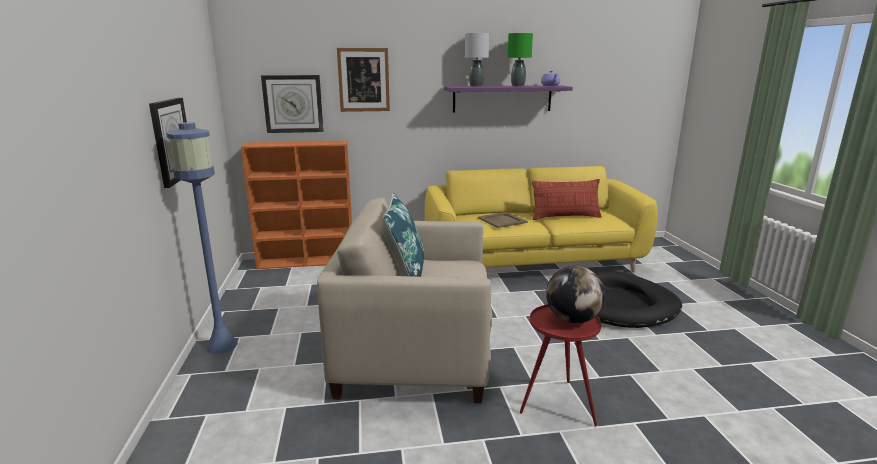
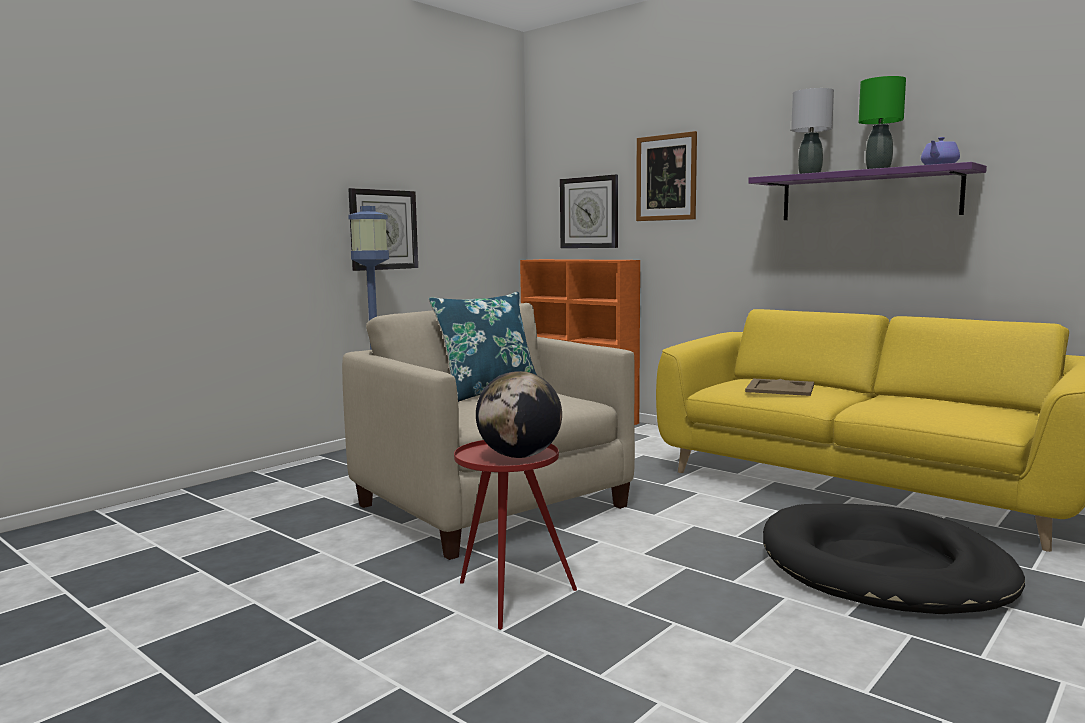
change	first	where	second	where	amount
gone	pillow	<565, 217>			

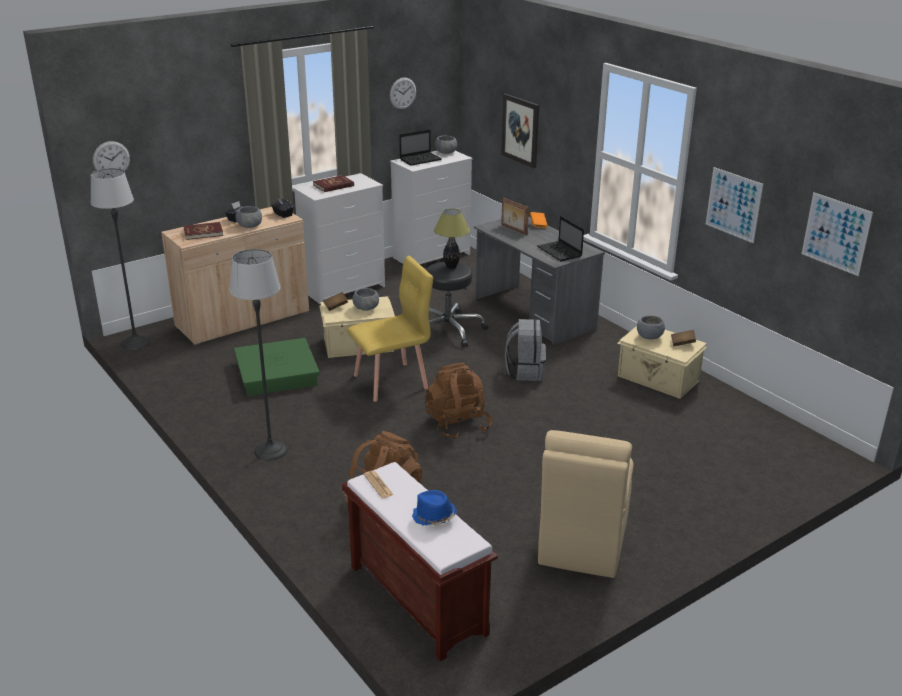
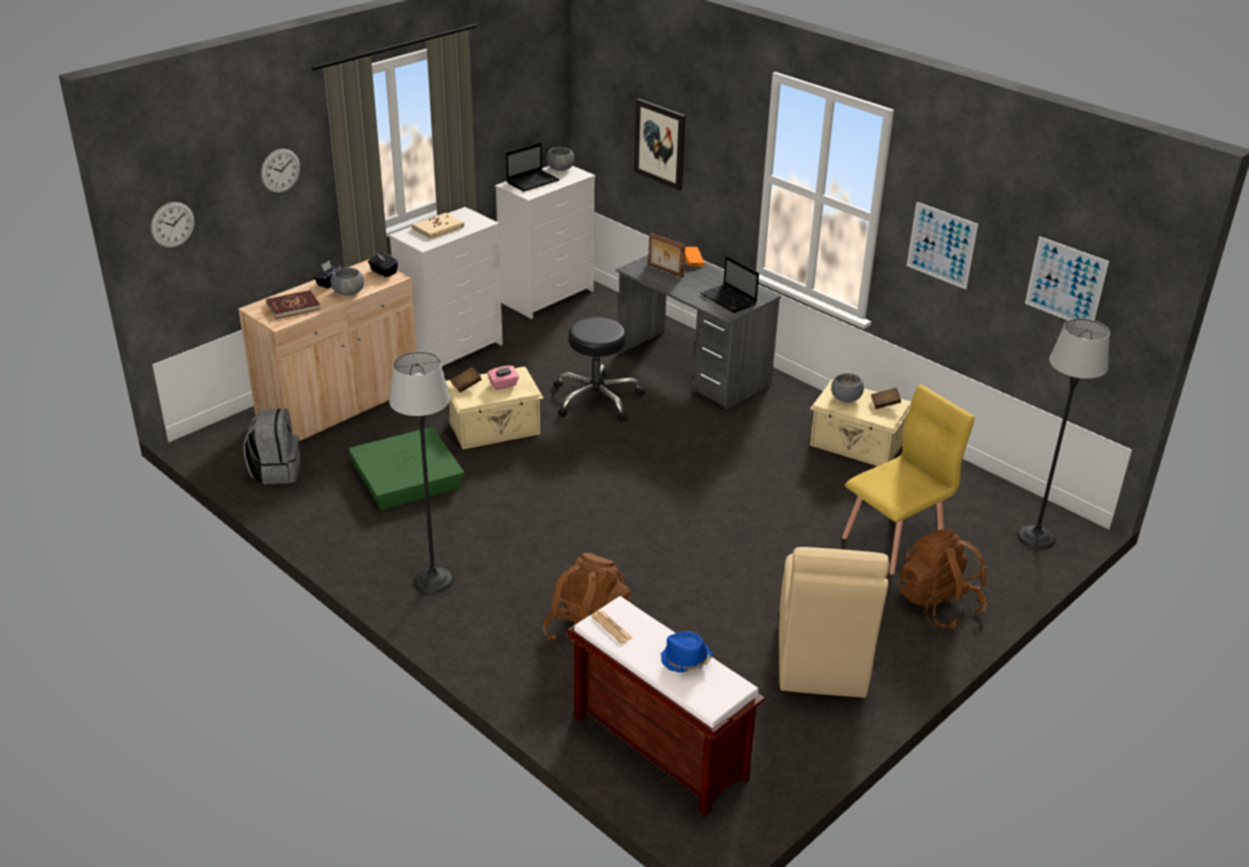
change	first	where	second	where	amount
shifted	grey backpack	<525, 371>		<276, 471>	
shifted	clock on the wall	<402, 93>		<280, 170>	
repainted	reddish book	<333, 185>	beige-coloured book	<438, 228>	
swapped	grey bowl	<366, 308>	pink tissue holder	<503, 385>	
shifted	yellow-coloured upright chair	<391, 382>		<894, 542>	
shifted	brown backpack	<457, 424>		<938, 605>	
shifted	standing lamp	<136, 343>		<1036, 537>	
gone	table lamp	<451, 266>			

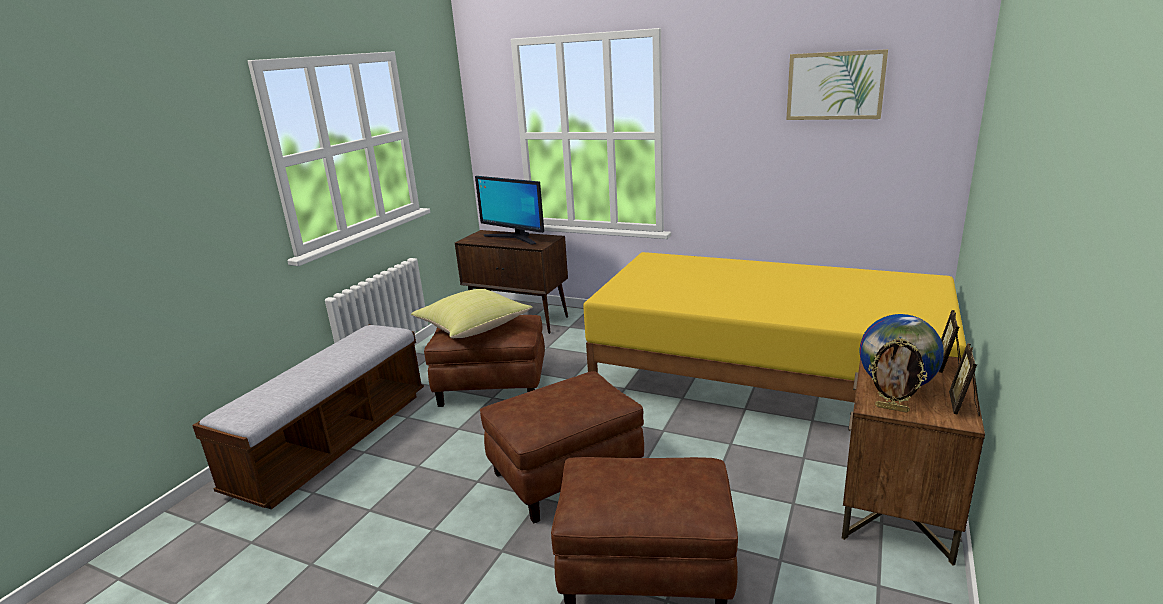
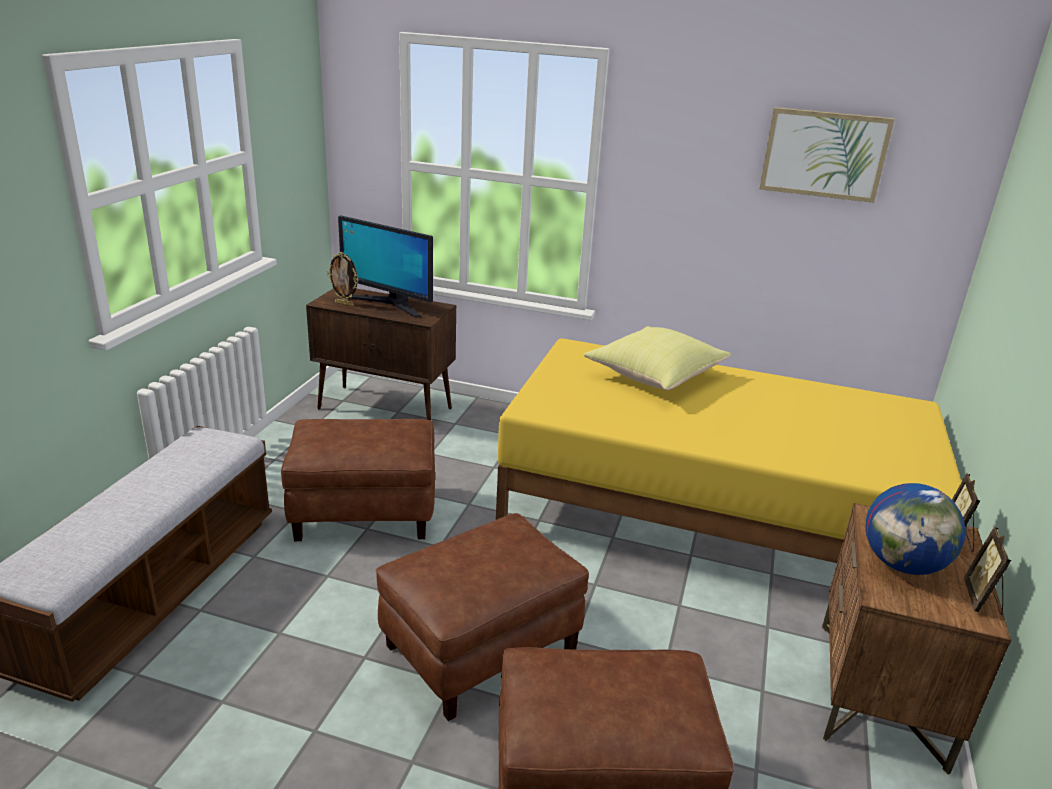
change	first	where	second	where	amount
shifted	standing frame	<892, 408>		<344, 304>	
shifted	yellow-coloured pillow	<473, 328>		<655, 376>	

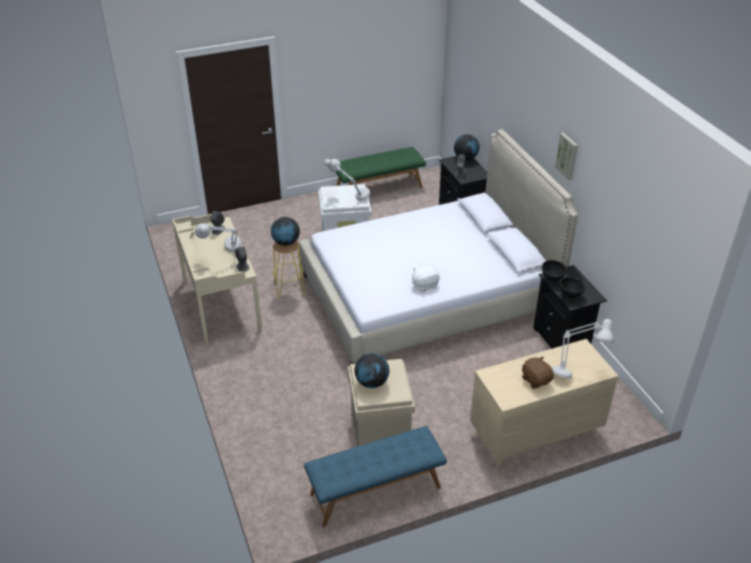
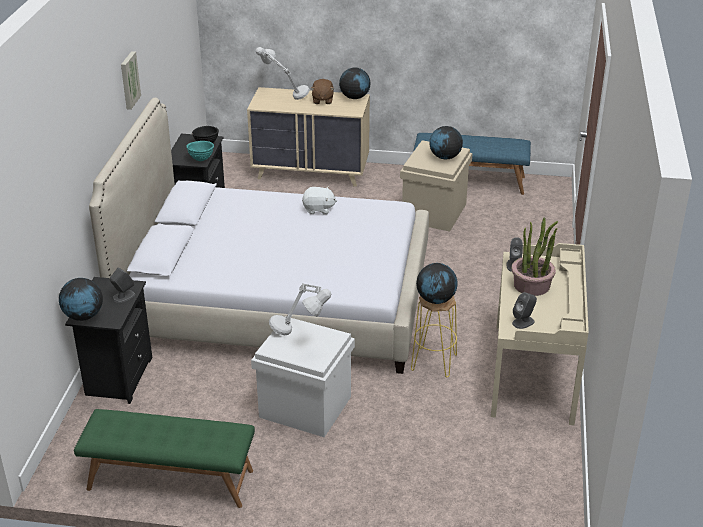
change	first	where	second	where	amount
repainted	blackish bowl	<552, 279>	turquoise bowl	<201, 159>	
new			globe	<354, 97>	
swapped	grey table lamp	<223, 256>	plant in a pot	<532, 285>	

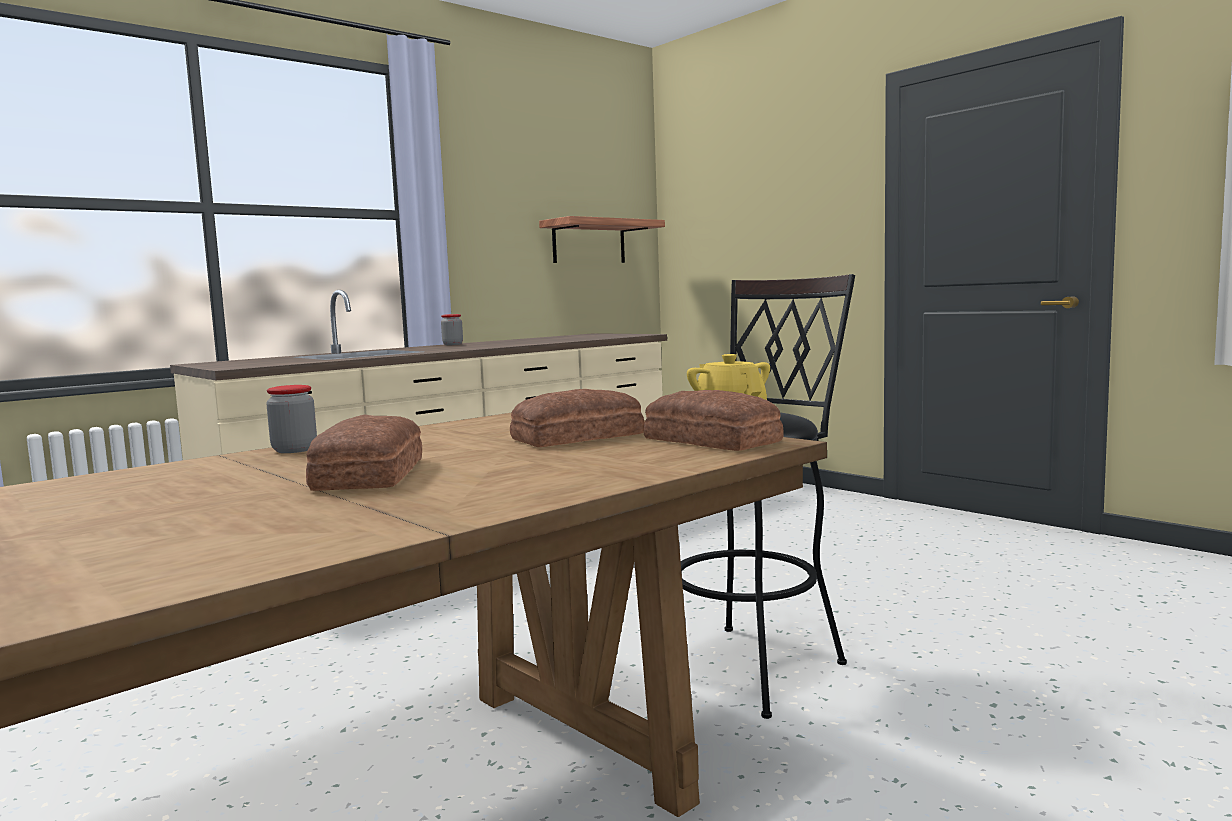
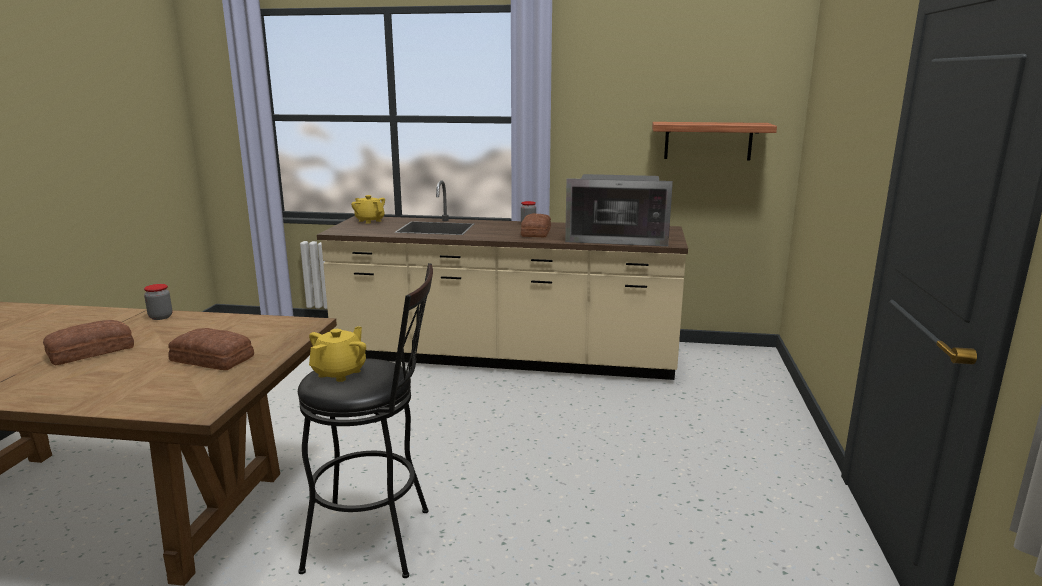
change	first	where	second	where	amount
new			yellow-coloured tea pot	<369, 221>	
shifted	bakery bread	<711, 441>		<535, 232>	
new			microwave oven	<617, 238>	

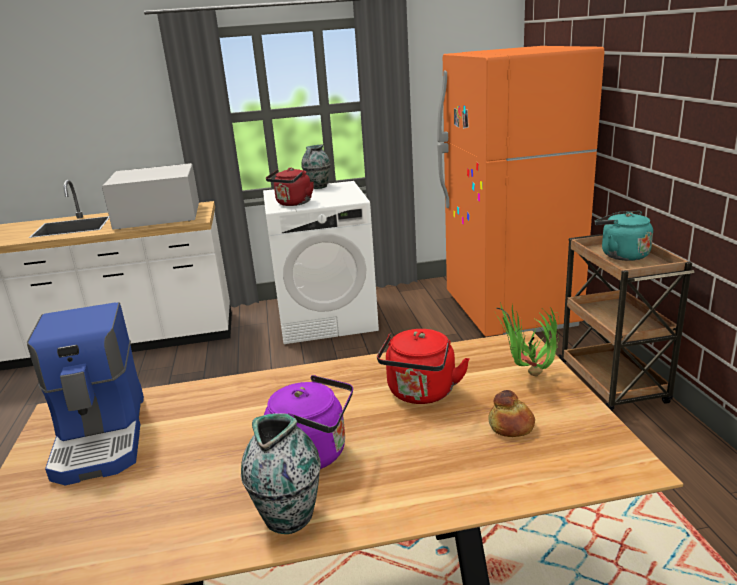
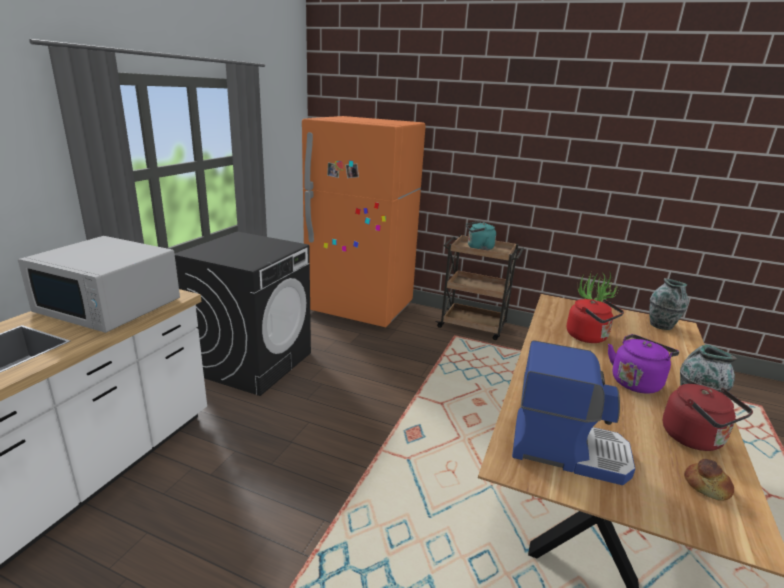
change	first	where	second	where	amount
rotated	white microwave oven	<157, 217>		<110, 306>	90 degrees counterclockwise
repainted	white washing machine	<327, 318>	blackish washing machine	<253, 362>	
shifted	flower vase	<317, 187>		<661, 326>	
shifted	reddish water kettle	<293, 203>		<695, 439>	
shifted	bakery bread	<511, 425>		<707, 486>	

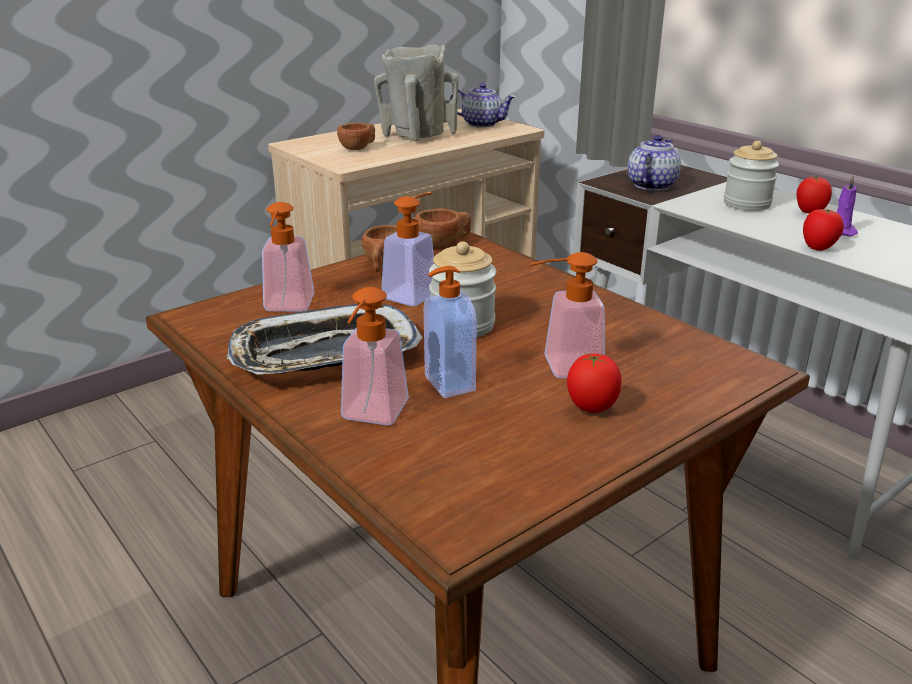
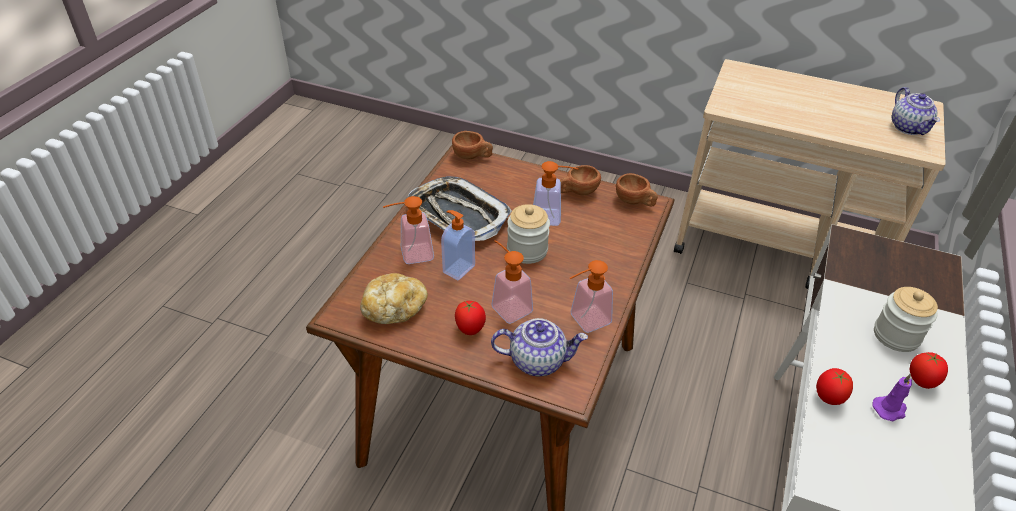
change	first	where	second	where	amount
new			bakery bread	<394, 309>	
shifted	brown cup	<359, 148>		<472, 156>	
shifted	tea pot	<651, 185>		<538, 360>	
shifted	liquid soap bottle	<287, 308>		<584, 321>	
gone	beige-coloured flower vase	<416, 136>			

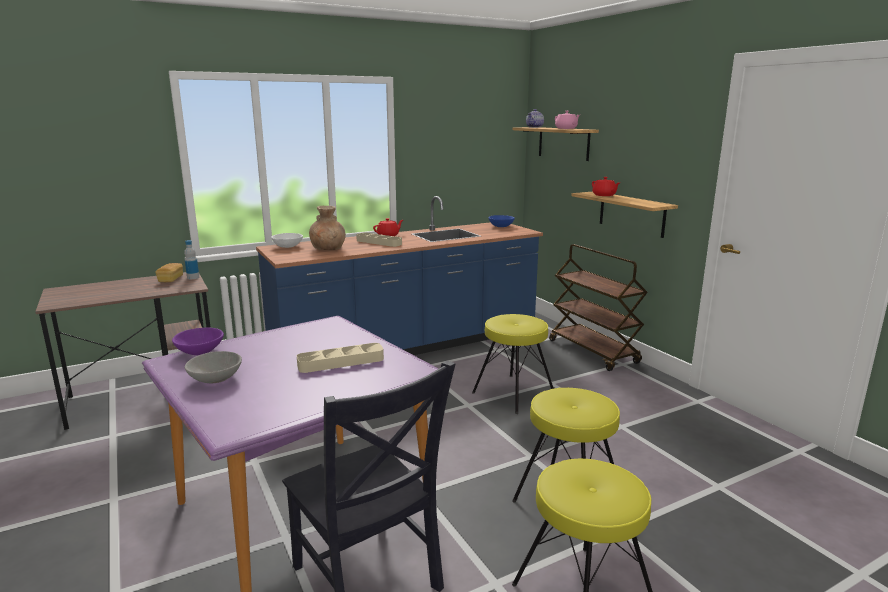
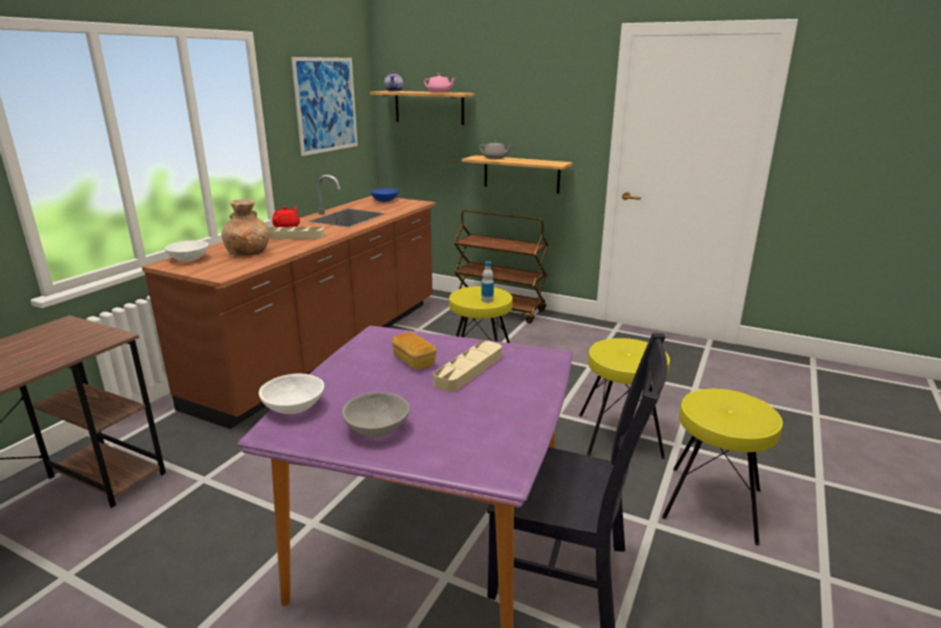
change	first	where	second	where	amount
repainted	bluish kitchen base unit	<409, 347>	brown kitchen base unit	<328, 349>	
repainted	purplish bowl	<200, 351>	white bowl	<294, 407>	
new			wall picture	<326, 105>	
shifted	bakery bread	<171, 279>		<414, 361>	
repainted	reddish tea pot	<604, 195>	grey tea pot	<495, 158>	
shifted	beverage bottle	<193, 277>		<487, 300>	

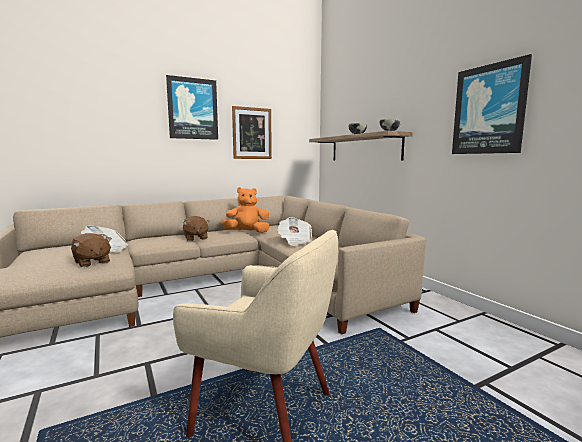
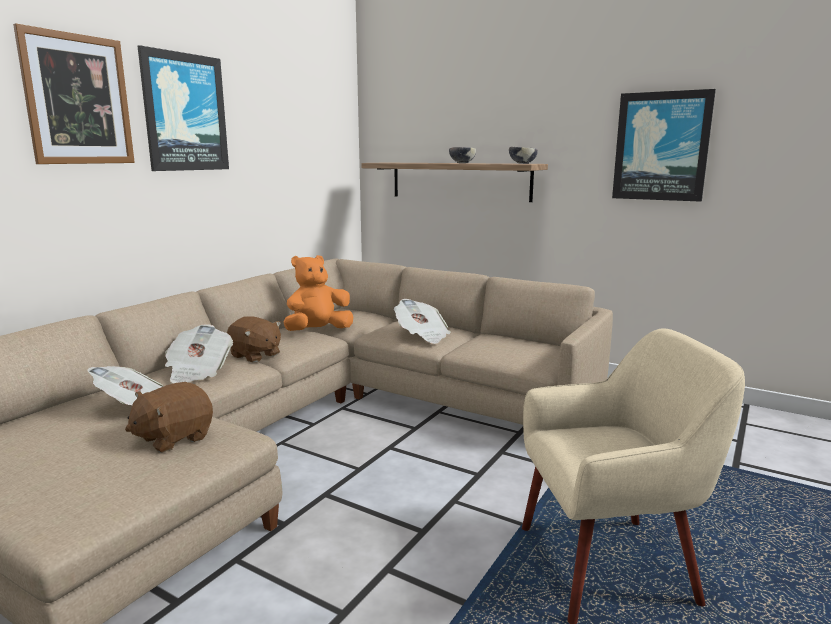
change	first	where	second	where	amount
shifted	wall picture	<252, 133>		<78, 100>	
rotated	brown soft toy	<92, 262>		<173, 438>	120 degrees clockwise
new			printed paper	<198, 371>	

